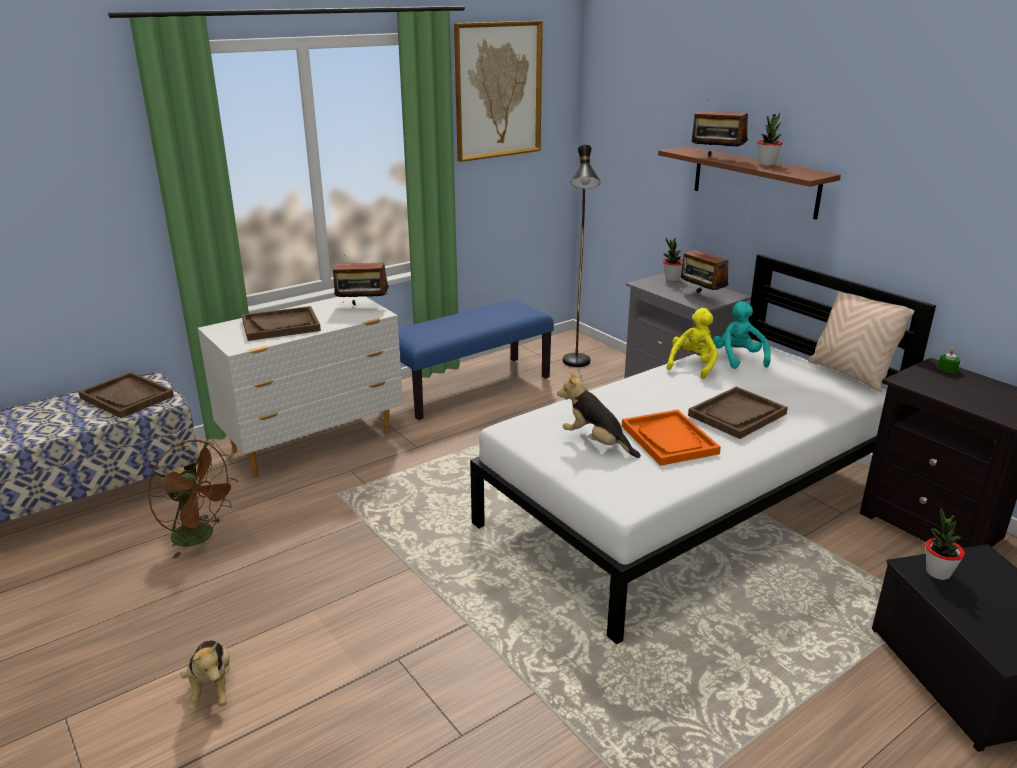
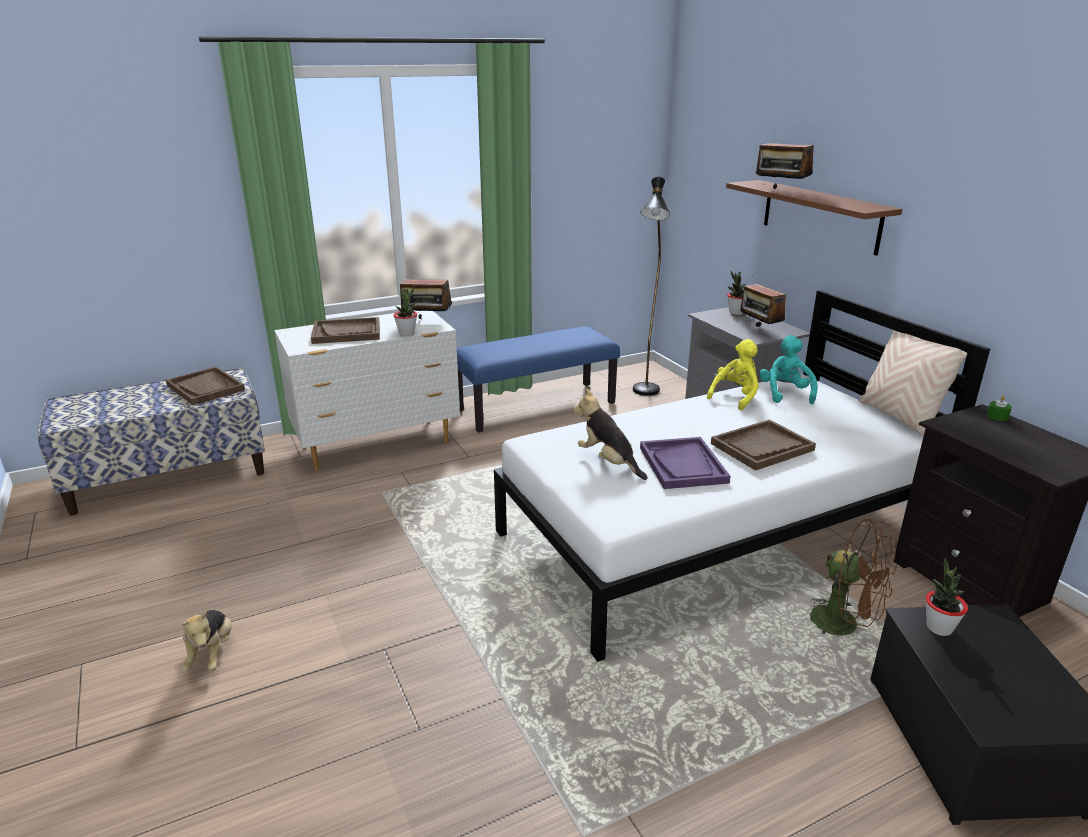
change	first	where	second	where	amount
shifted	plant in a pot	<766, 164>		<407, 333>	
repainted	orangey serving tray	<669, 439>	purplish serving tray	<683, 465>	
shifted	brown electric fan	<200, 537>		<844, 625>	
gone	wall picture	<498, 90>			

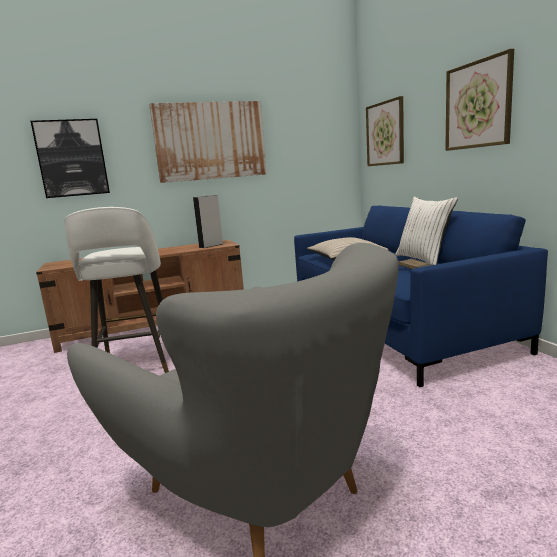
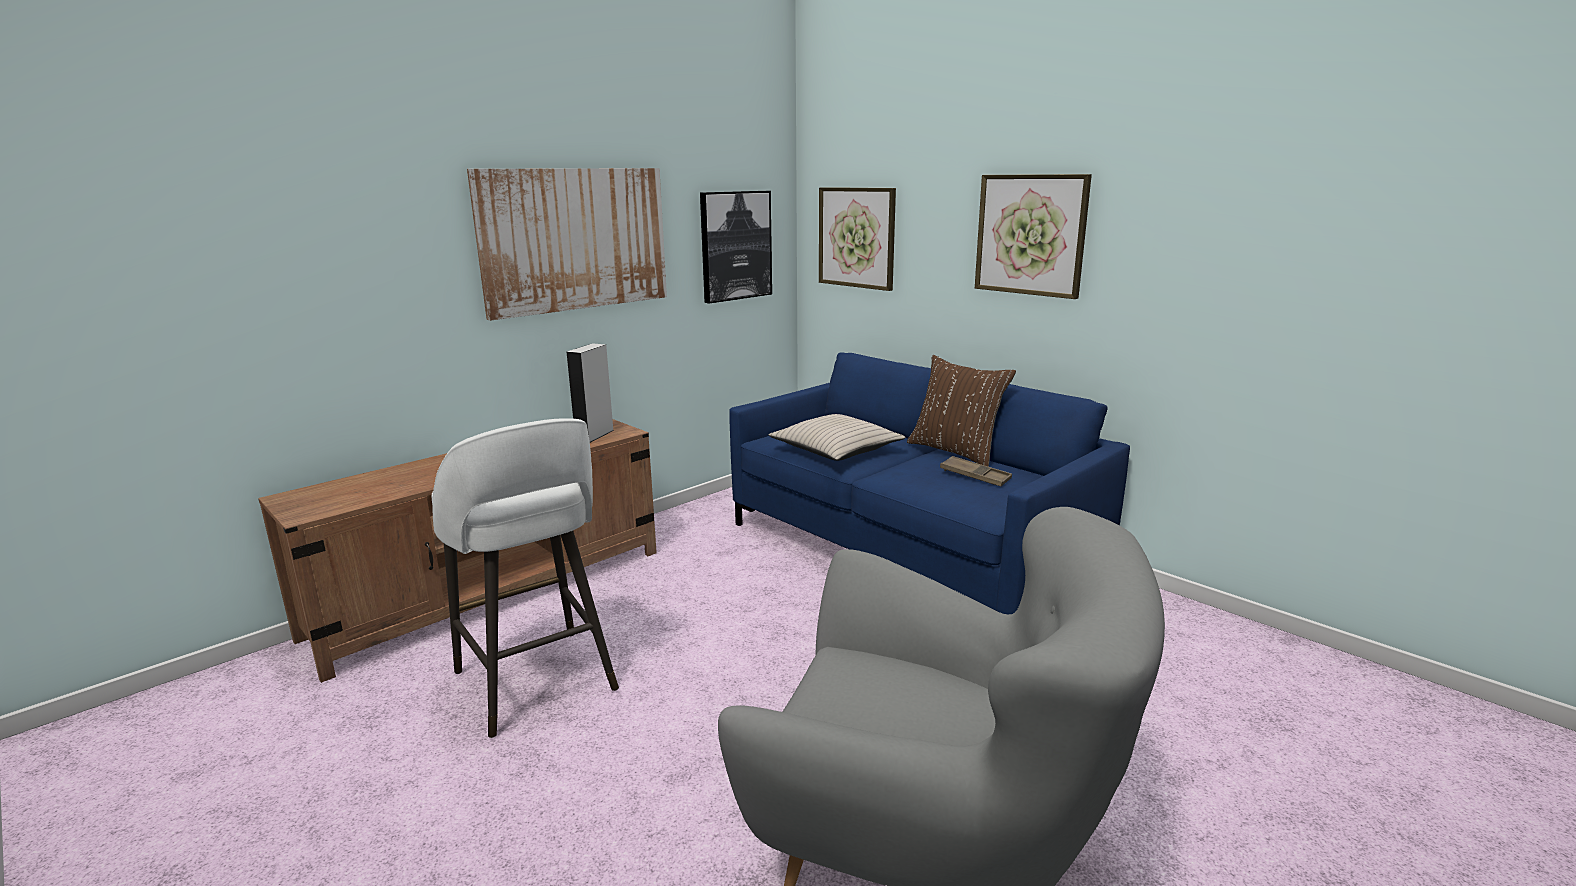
change	first	where	second	where	amount
shifted	wall picture	<72, 158>		<735, 245>	
repainted	white pillow	<423, 260>	brown pillow	<956, 452>	

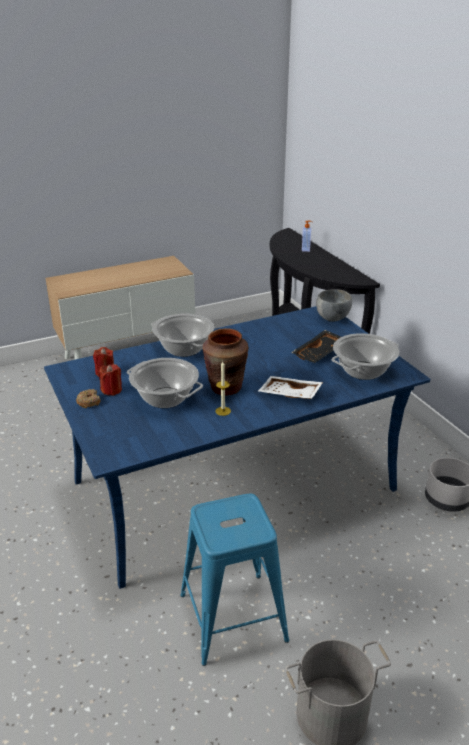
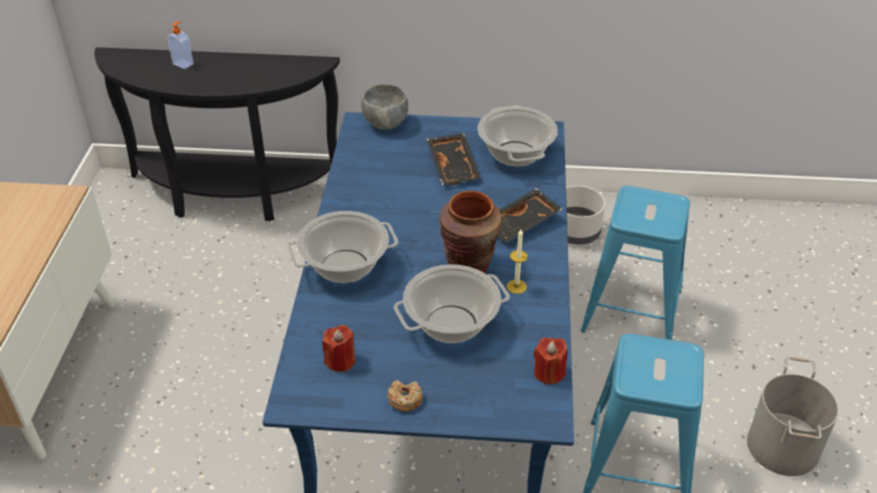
change	first	where	second	where	amount
repainted	white serving tray	<289, 395>	blackish serving tray	<521, 224>	
shifted	reddish candle	<111, 390>		<549, 373>	
new			bluish sitting stool	<631, 310>	

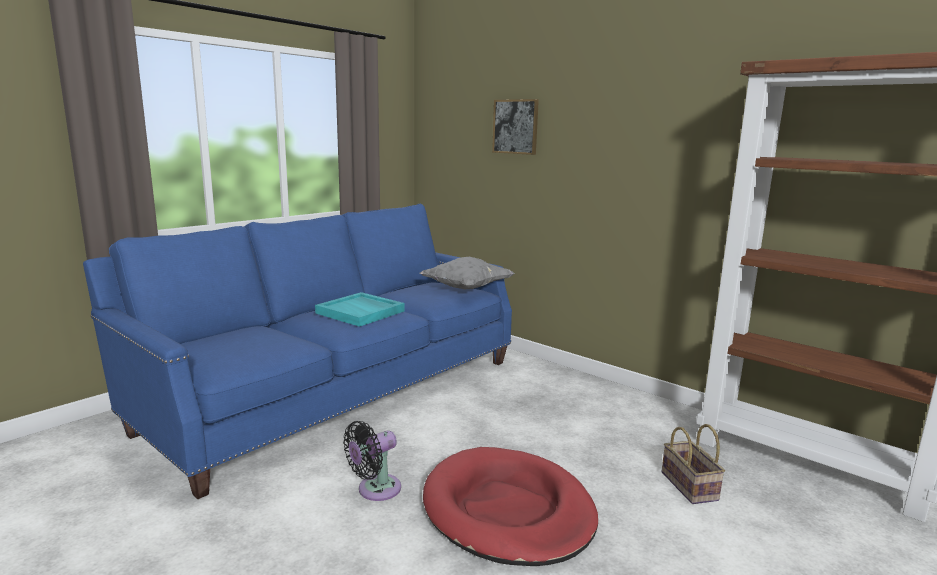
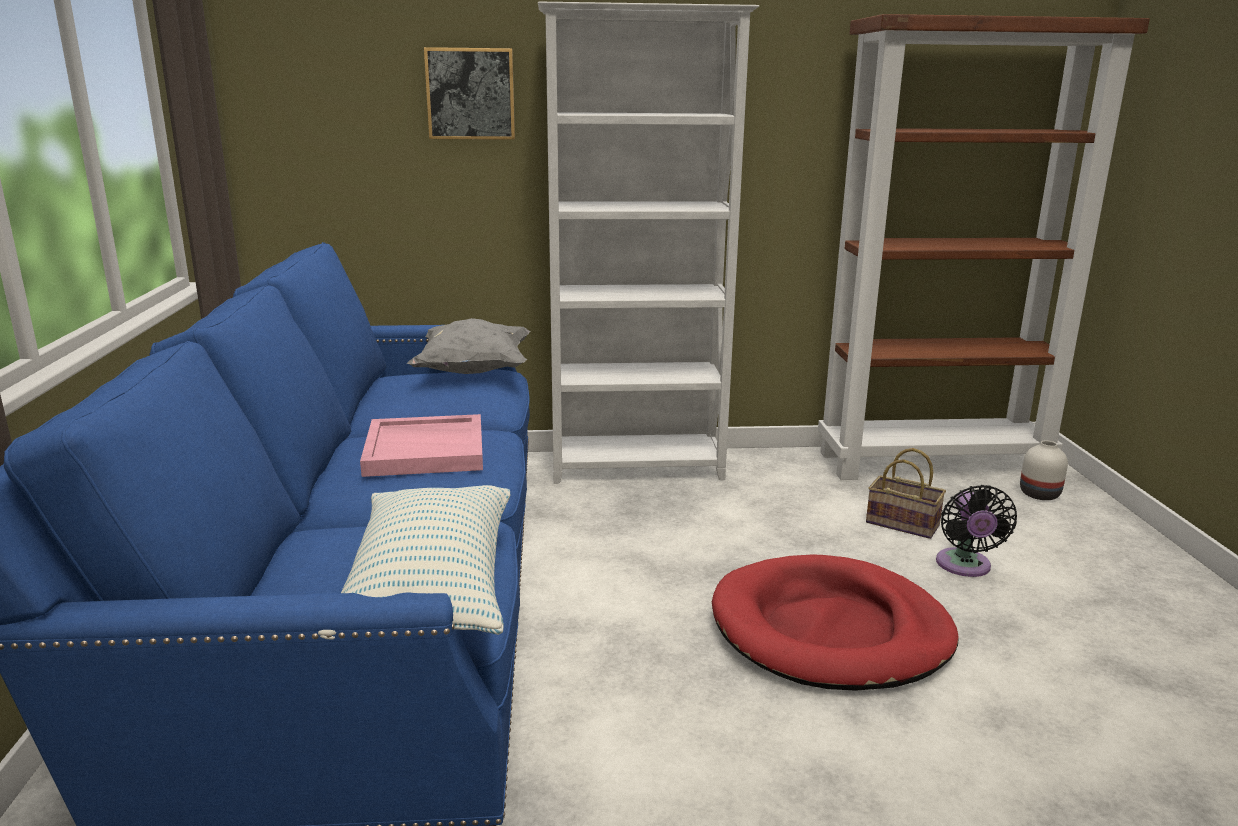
change	first	where	second	where	amount
new			pillow	<431, 590>	
repainted	turquoise serving tray	<361, 312>	pink serving tray	<426, 450>	
new			white bookcase	<638, 468>	
shifted	blackish electric fan	<375, 490>		<964, 566>	
new			white flower vase	<1040, 494>	

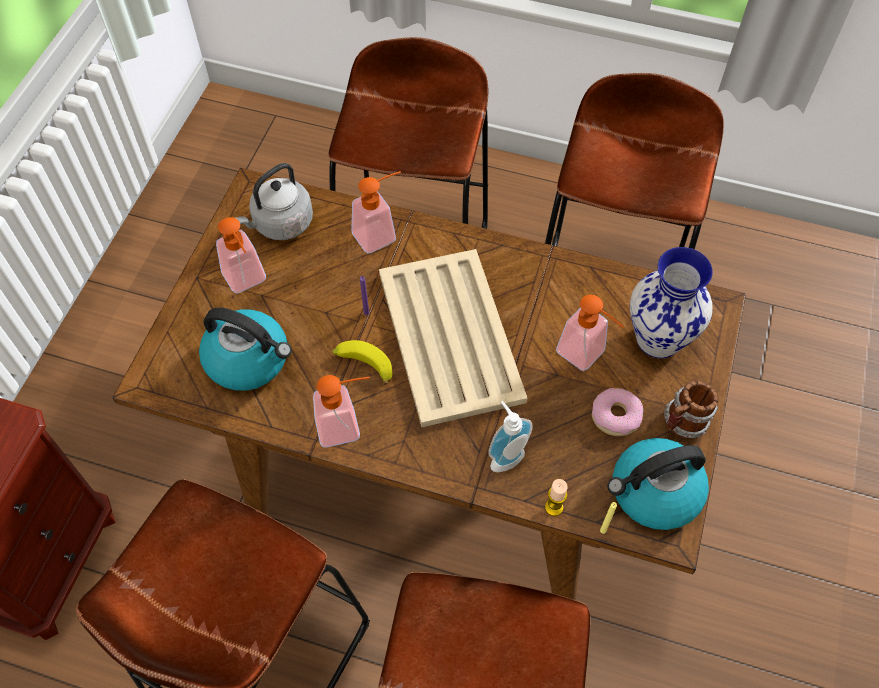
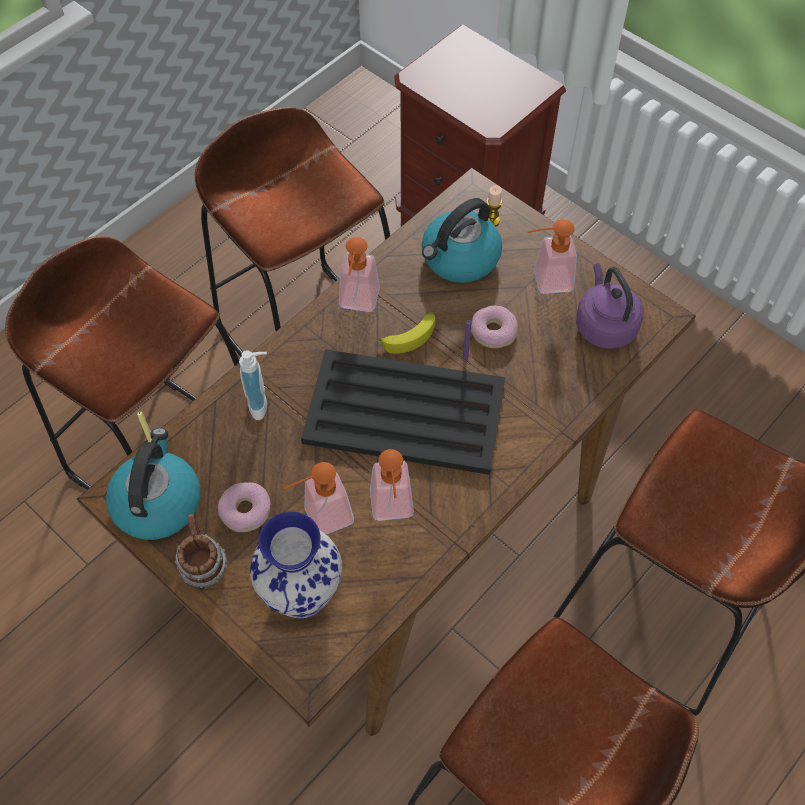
change	first	where	second	where	amount
repainted	beige-coloured serving tray	<450, 338>	blackish serving tray	<403, 412>	
shifted	liquid soap bottle	<381, 234>		<392, 511>	
new			doughnut	<493, 331>	
shifted	candle	<554, 507>		<492, 221>	
repainted	grey water kettle	<280, 224>	purplish water kettle	<604, 325>	

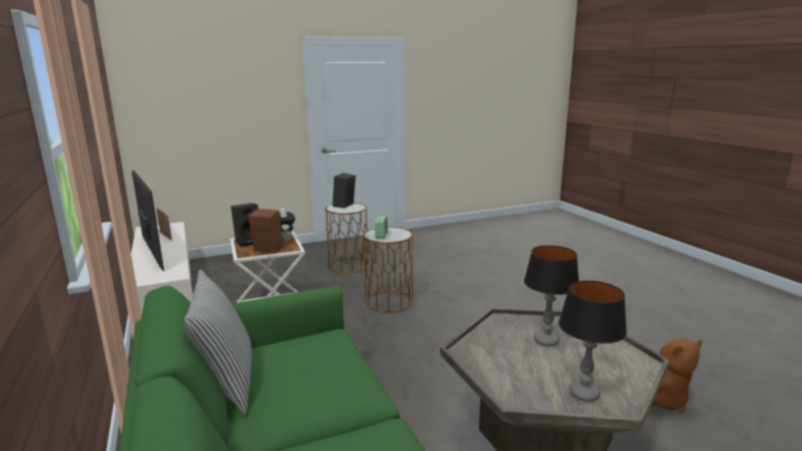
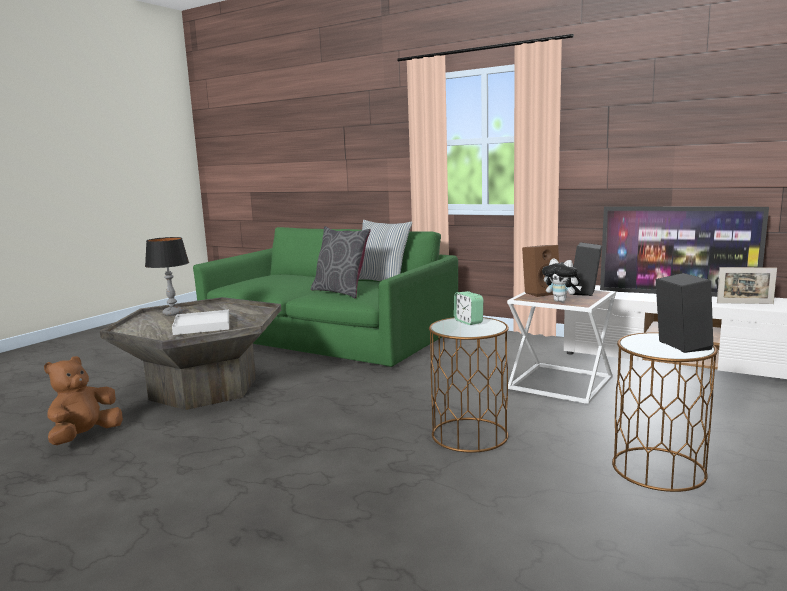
change	first	where	second	where	amount
swapped	table lamp	<546, 341>	white serving tray	<202, 325>	
new			grey pillow	<341, 292>	

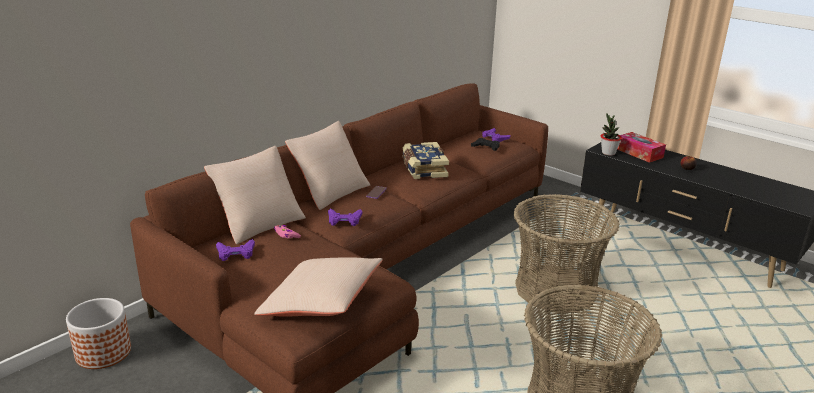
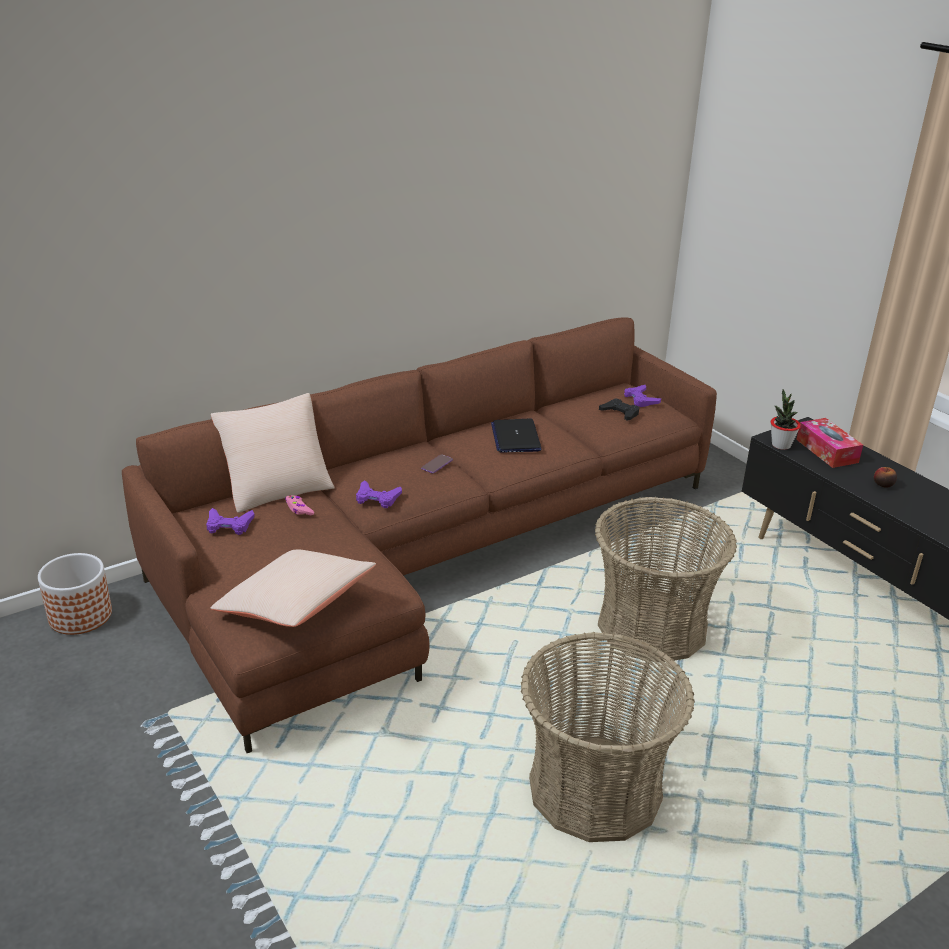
change	first	where	second	where	amount
swapped	book	<423, 169>	laptop	<515, 437>	
gone	beige-coloured pillow	<330, 191>			

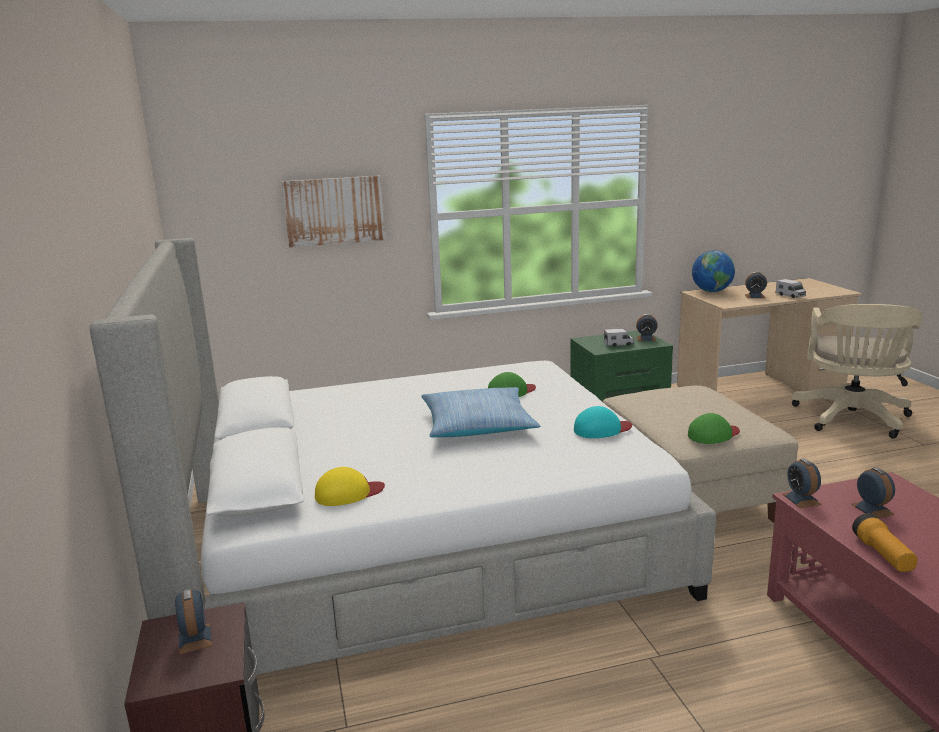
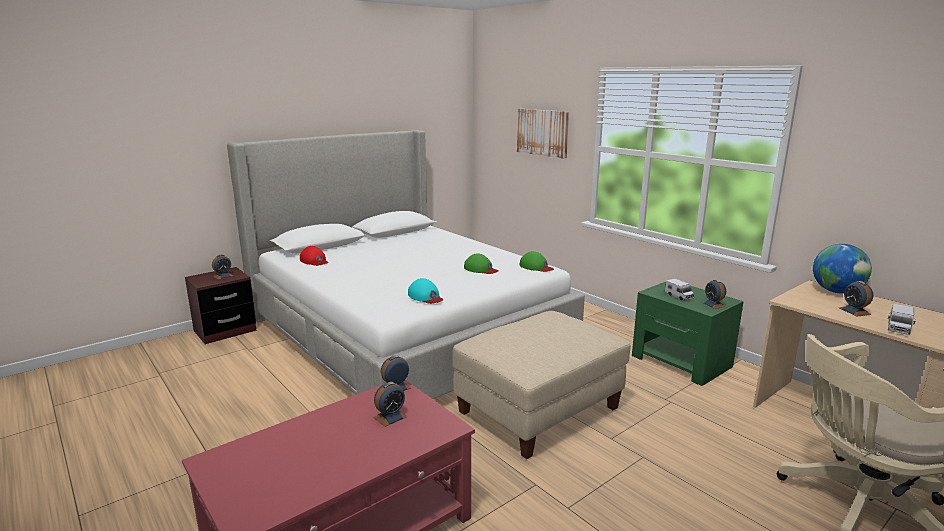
change	first	where	second	where	amount
repainted	yellow-coloured baseball cap	<348, 493>	reddish baseball cap	<314, 261>	
shifted	greenish baseball cap	<713, 435>		<536, 267>	
gone	pillow	<477, 425>			
gone	flashlight	<883, 555>			

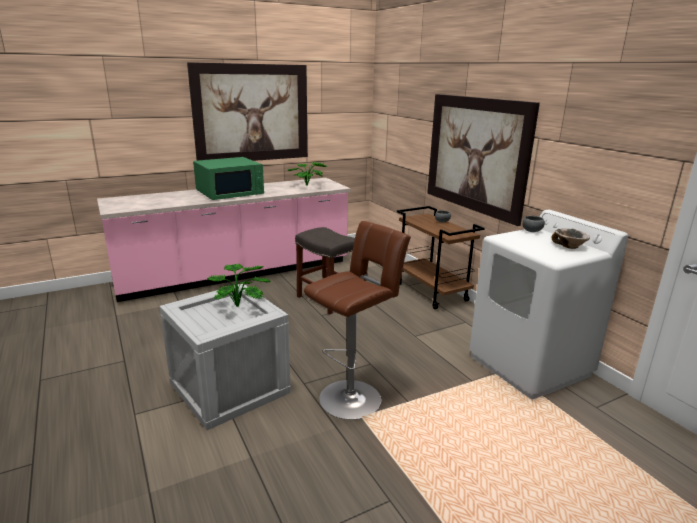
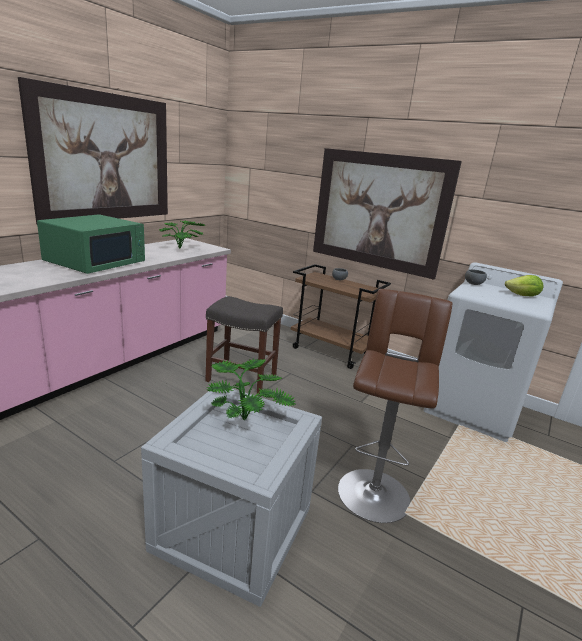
change	first	where	second	where	amount
swapped	bowl	<569, 246>	lettuce head	<522, 296>	

